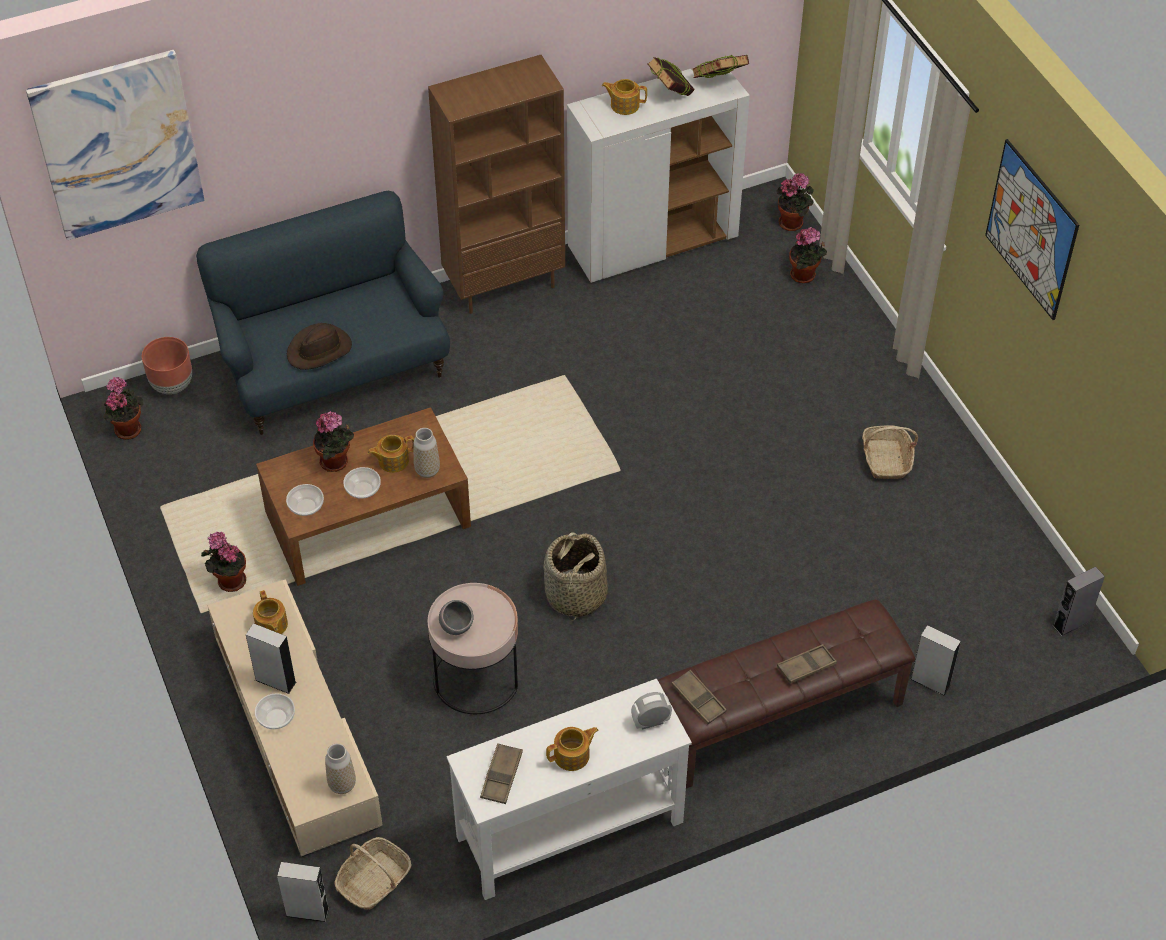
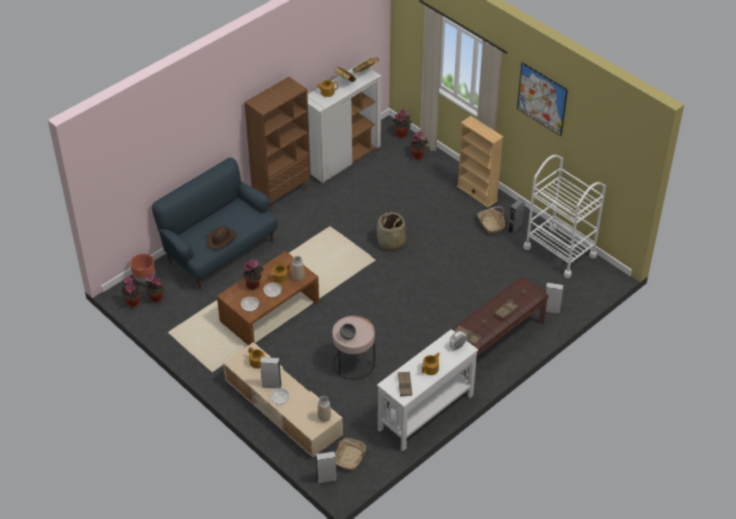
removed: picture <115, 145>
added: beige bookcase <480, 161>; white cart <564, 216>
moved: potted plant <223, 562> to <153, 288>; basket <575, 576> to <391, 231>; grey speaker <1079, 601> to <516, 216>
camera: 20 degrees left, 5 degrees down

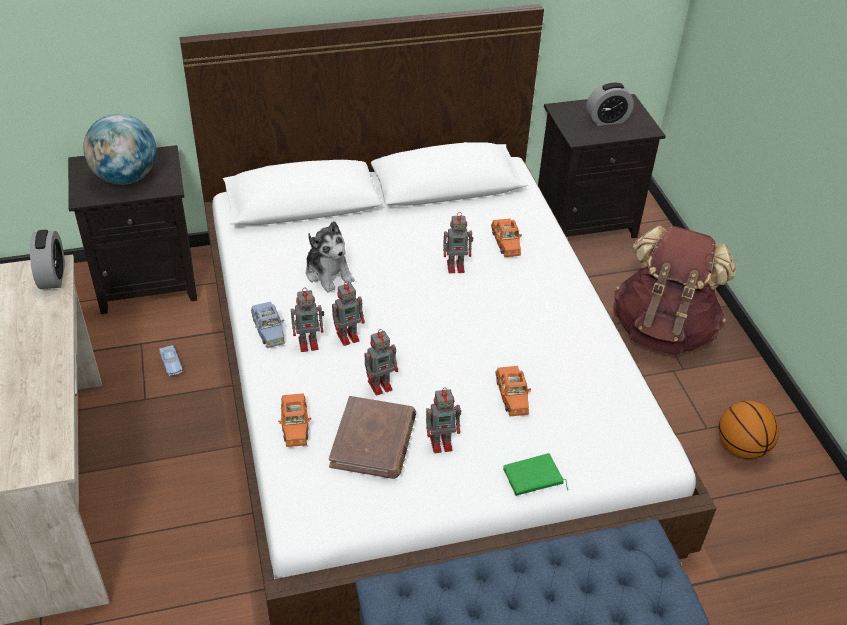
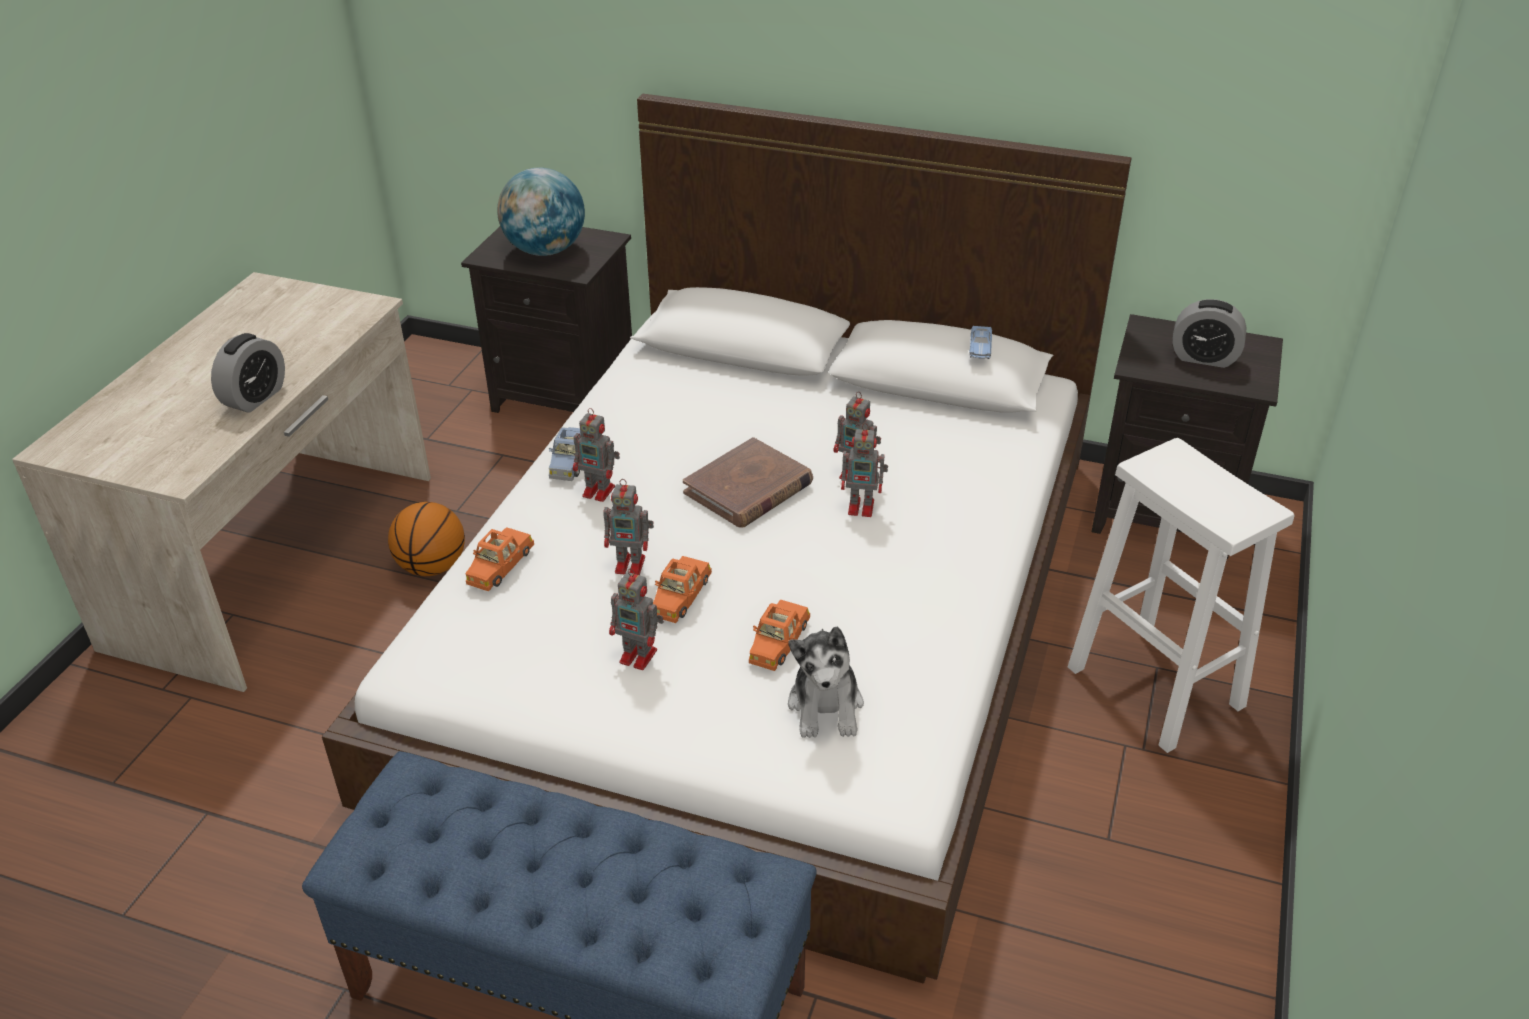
removed: green book <535, 474>
moved: alarm clock <47, 259> to <248, 373>; blue toy car <171, 360> to <981, 342>; plush toy <330, 257> to <826, 682>; brown book <372, 437> to <748, 482>; toy robot <348, 313> to <864, 470>; orange toy car <506, 237> to <682, 589>; basketball <749, 430> to <426, 539>
replaced: brown backpack <674, 290> to white stool <1181, 595>
camera: 35 degrees right, 5 degrees down

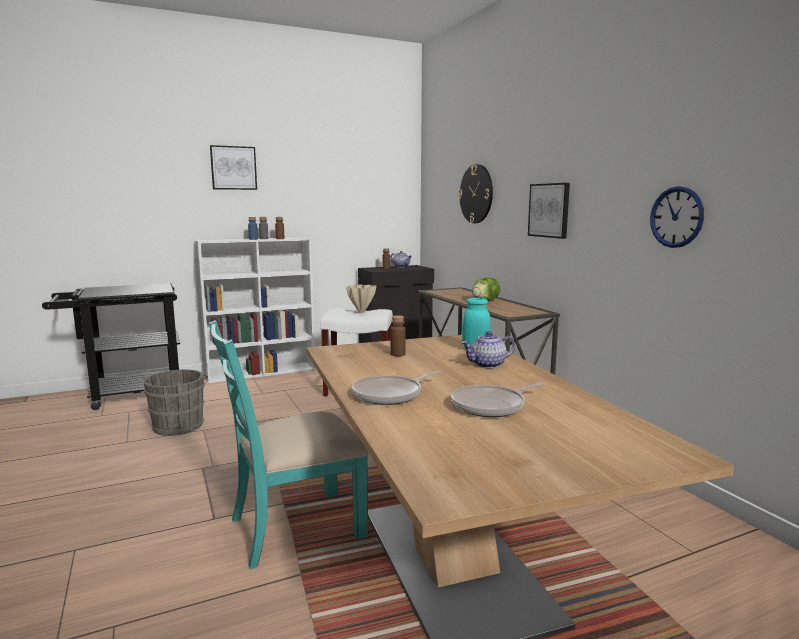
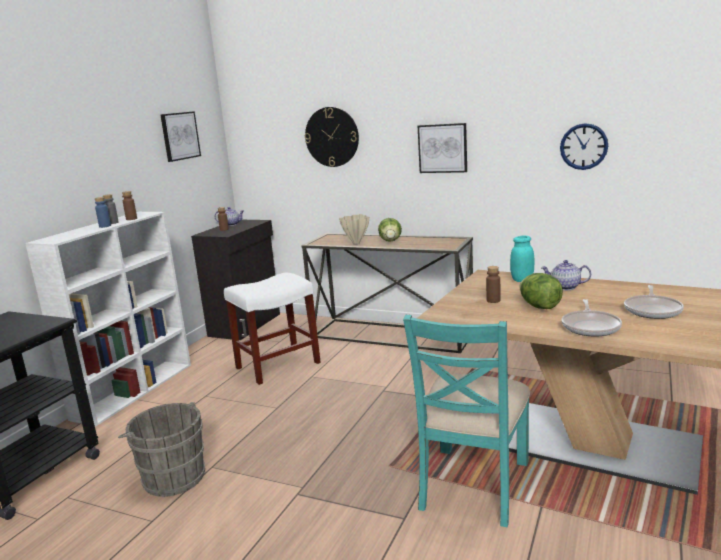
added: lettuce <541, 291>
moved: picture <233, 167> to <180, 136>; beige vase <361, 298> to <354, 229>
turned: teapot <488, 349> = <566, 275> 75 degrees clockwise
camera: 40 degrees left, 5 degrees up

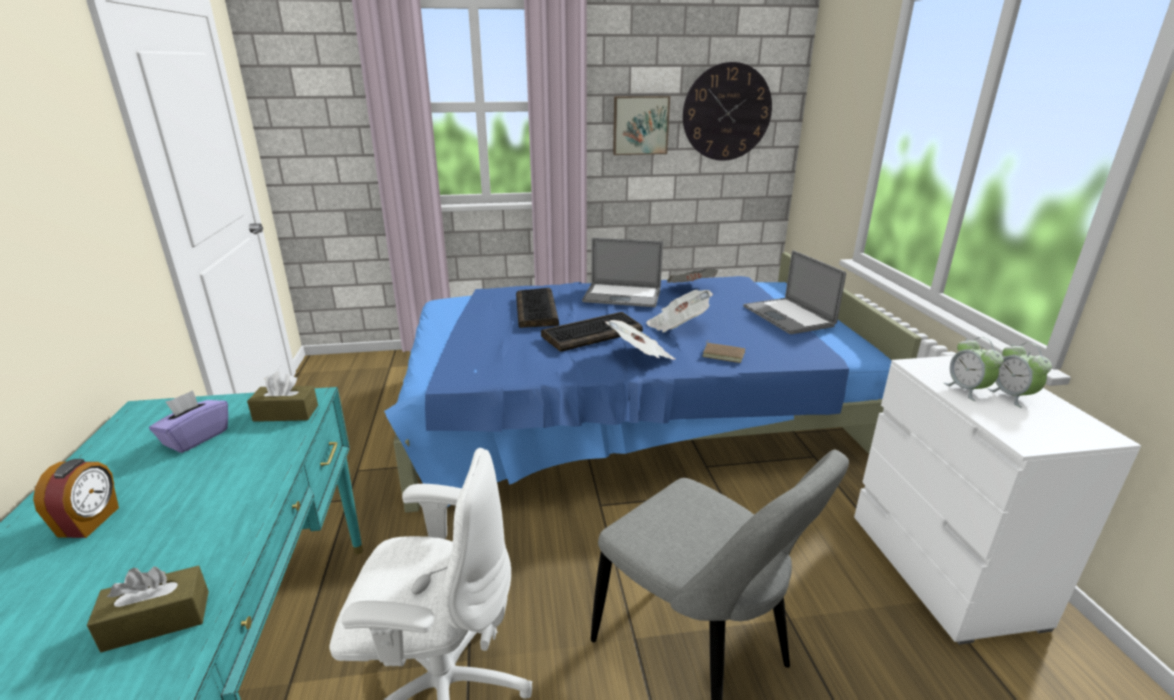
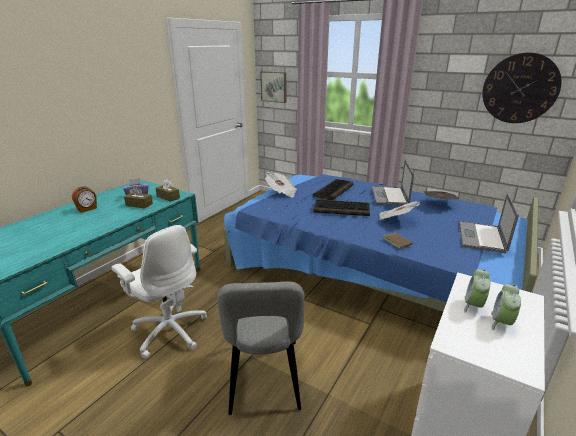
moved: brown tissue box <148, 609> to <138, 197>; newspaper <640, 339> to <281, 184>; picture <641, 125> to <273, 87>
turned: laptop <622, 272> = <393, 182> 45 degrees clockwise
camera: 40 degrees right, 0 degrees up

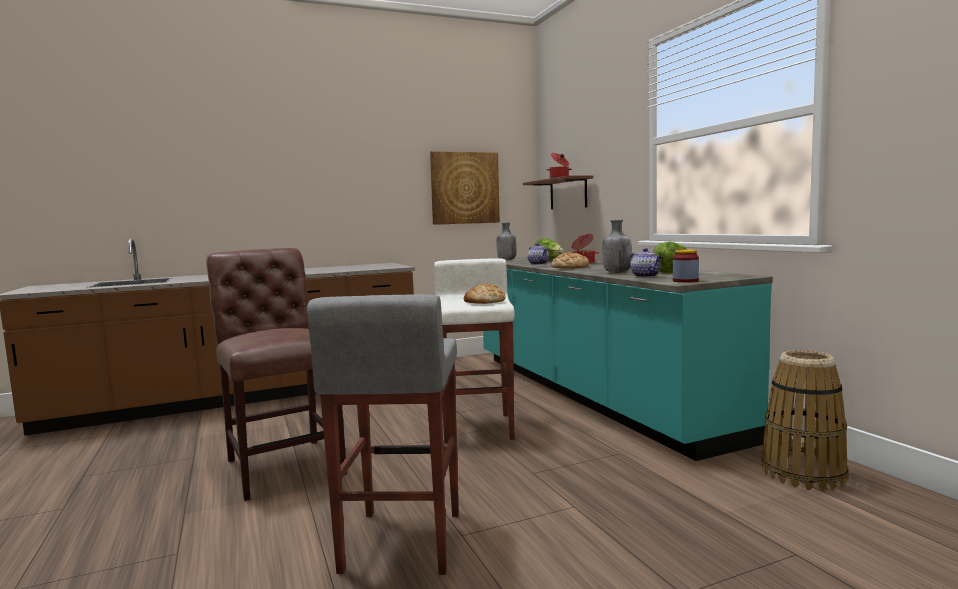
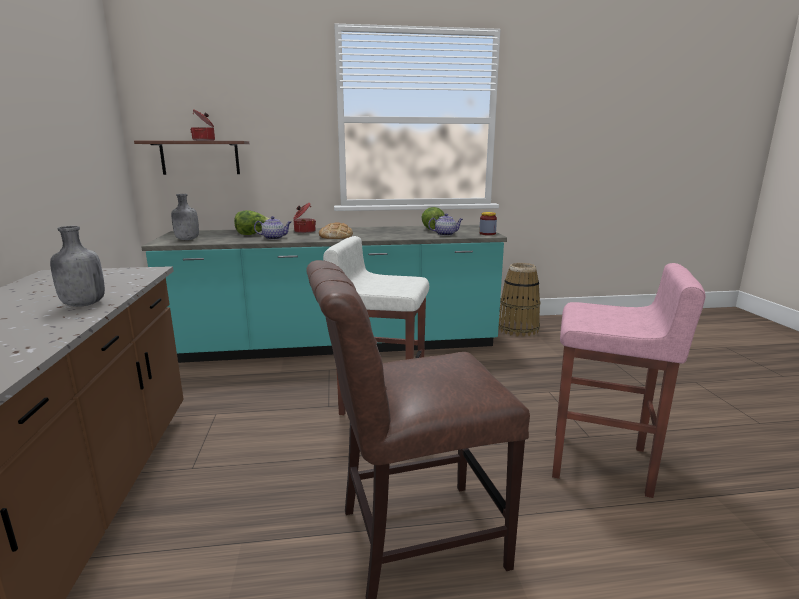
removed: picture <465, 188>; bread <485, 294>
moved: grey bottle <617, 246> to <77, 266>
recoloured: grey stool <383, 434> to pink stool <628, 380>
camera: 75 degrees left, 10 degrees up

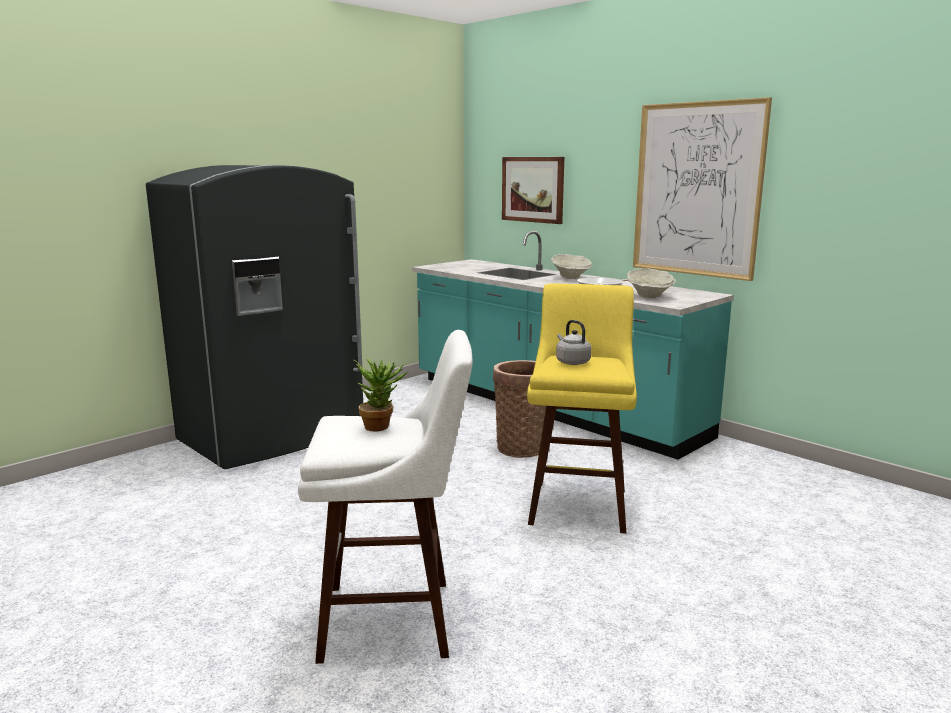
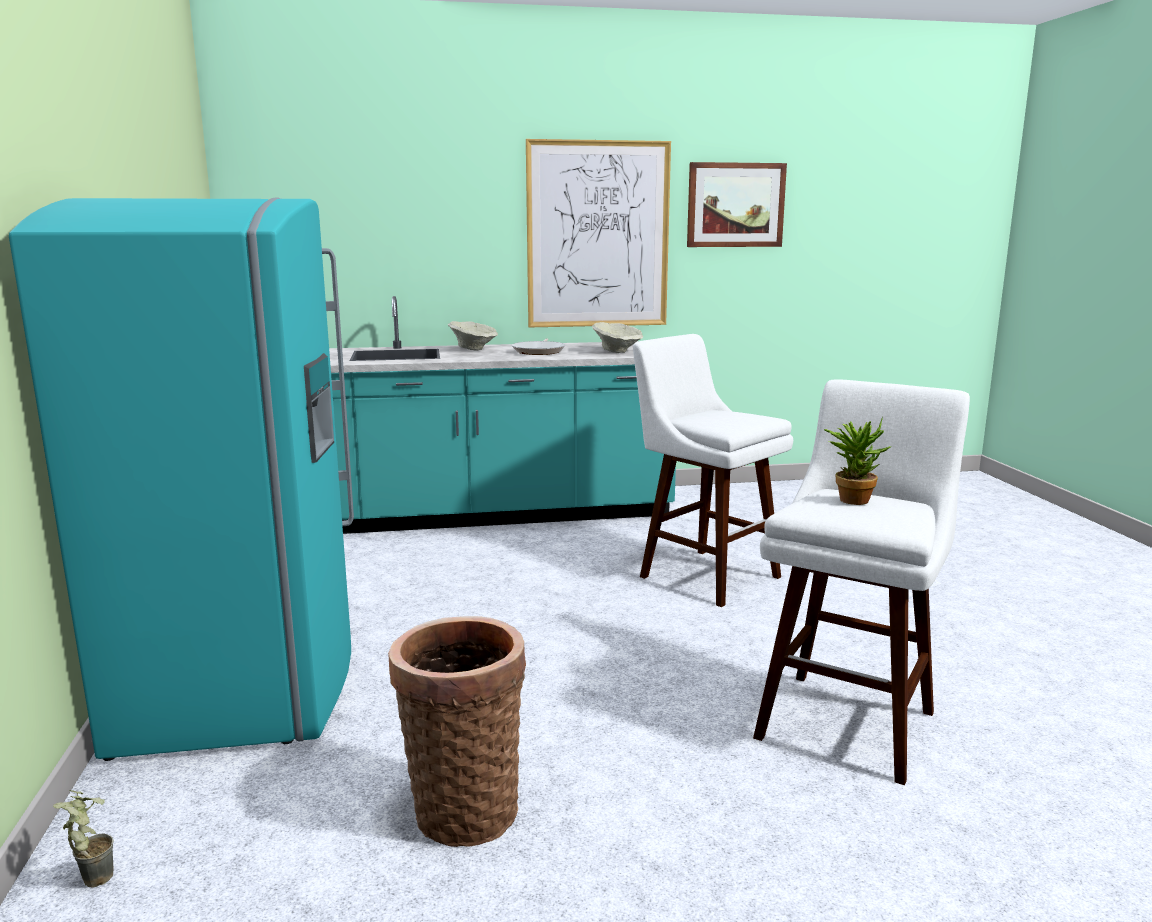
removed: grey kettle <573, 342>
added: potted plant <83, 838>
moved: basket <519, 409> to <457, 731>; picture <533, 190> to <737, 204>
recoloured: grey fridge <254, 317> to turquoise fridge <181, 479>; yellow stool <582, 409> to white stool <713, 470>
camera: 55 degrees left, 0 degrees up

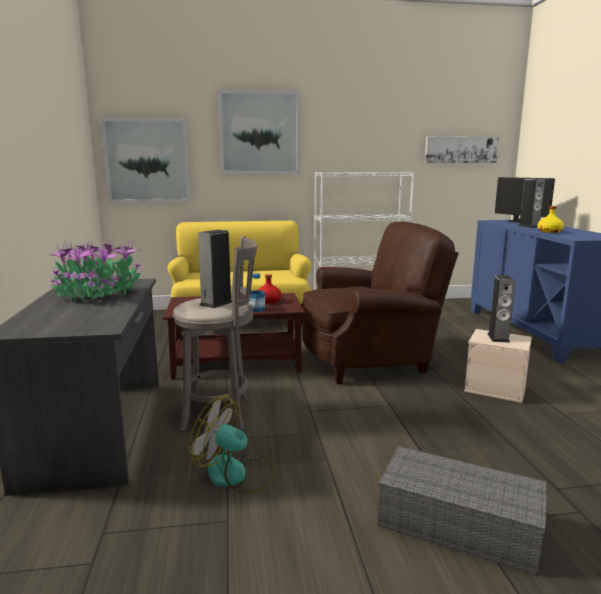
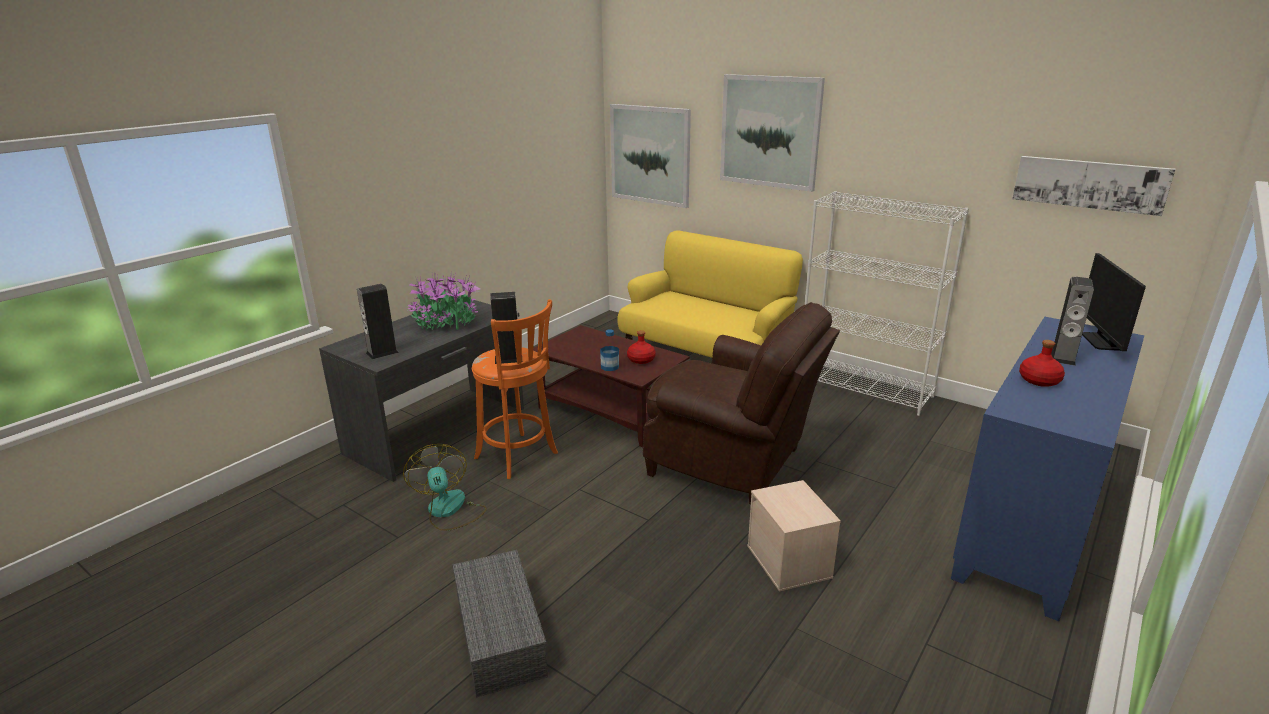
moved: speaker <501, 309> to <378, 321>
recoloured: grey stool <215, 334> to orange stool <515, 389>; yellow bottle <551, 219> to red bottle <1042, 363>
camera: 45 degrees right, 10 degrees up

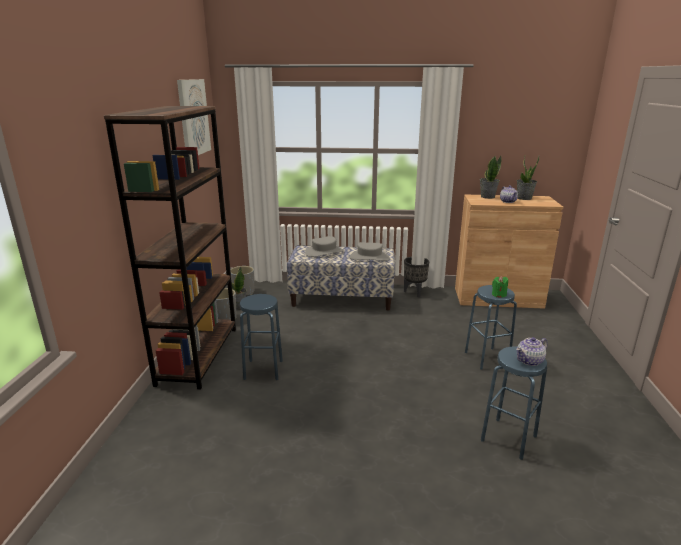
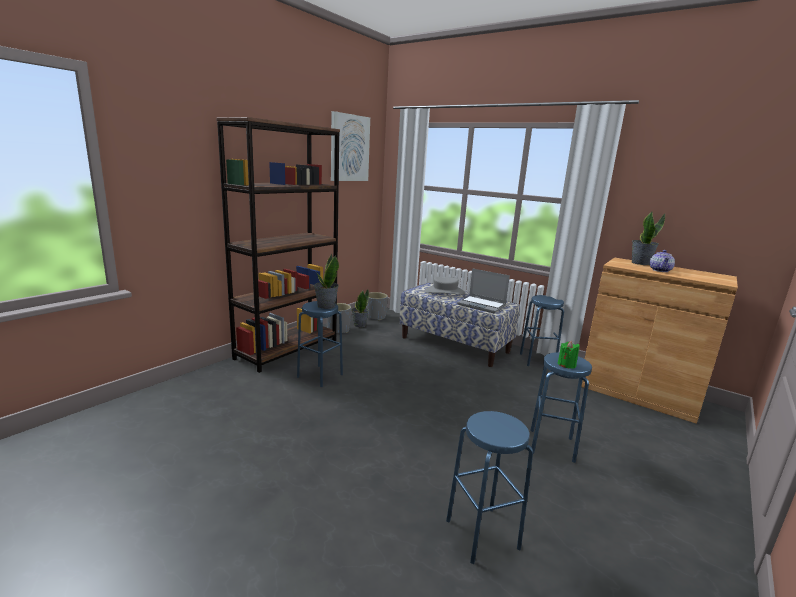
removed: teapot <532, 351>
moved: potted plant <528, 178> to <326, 281>
replaced: grey hat <369, 251> to laptop <483, 290>; black planter <416, 277> to blue stool <542, 330>
camera: 30 degrees right, 5 degrees down

